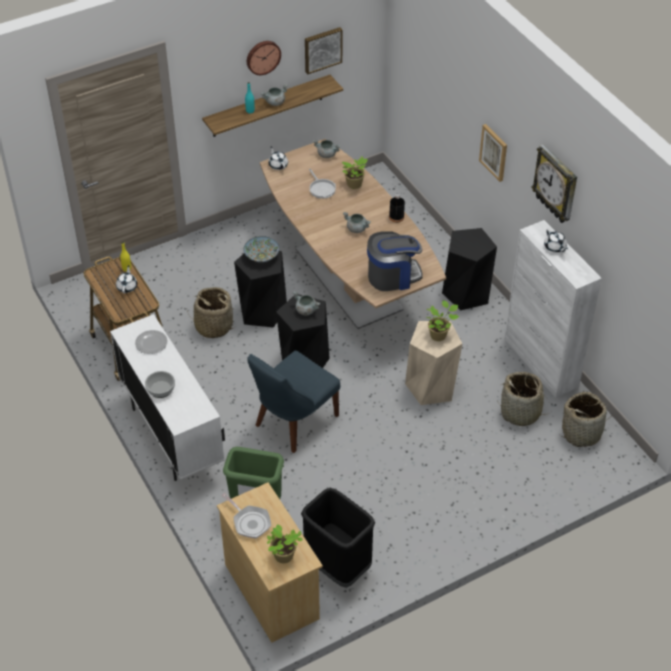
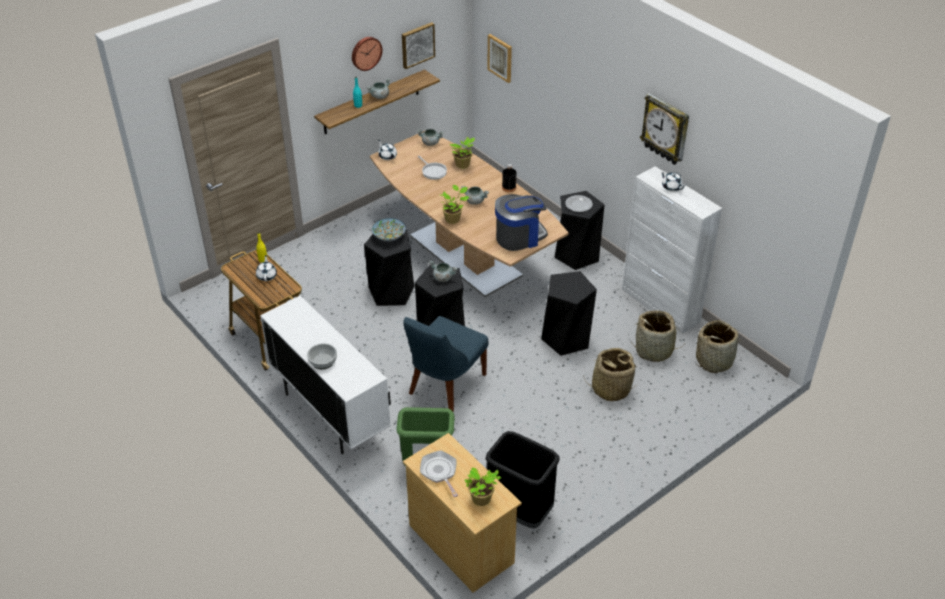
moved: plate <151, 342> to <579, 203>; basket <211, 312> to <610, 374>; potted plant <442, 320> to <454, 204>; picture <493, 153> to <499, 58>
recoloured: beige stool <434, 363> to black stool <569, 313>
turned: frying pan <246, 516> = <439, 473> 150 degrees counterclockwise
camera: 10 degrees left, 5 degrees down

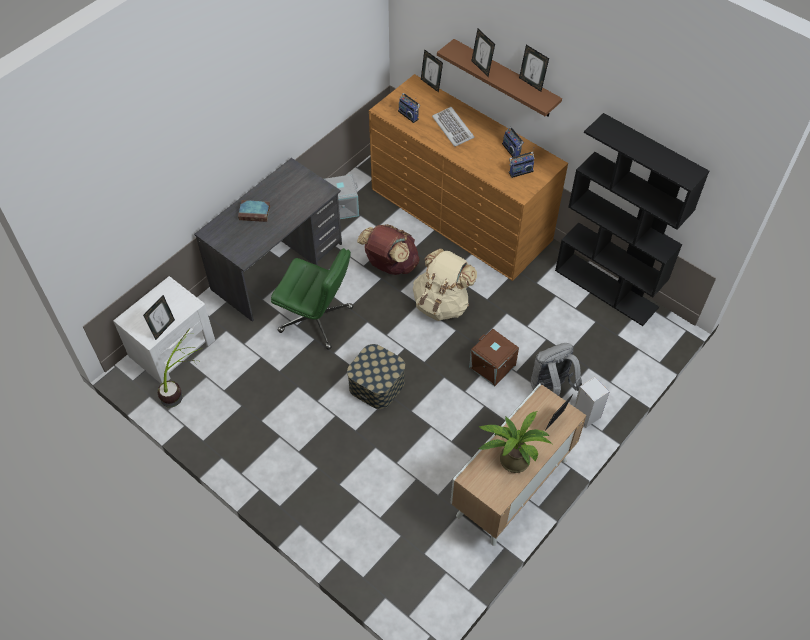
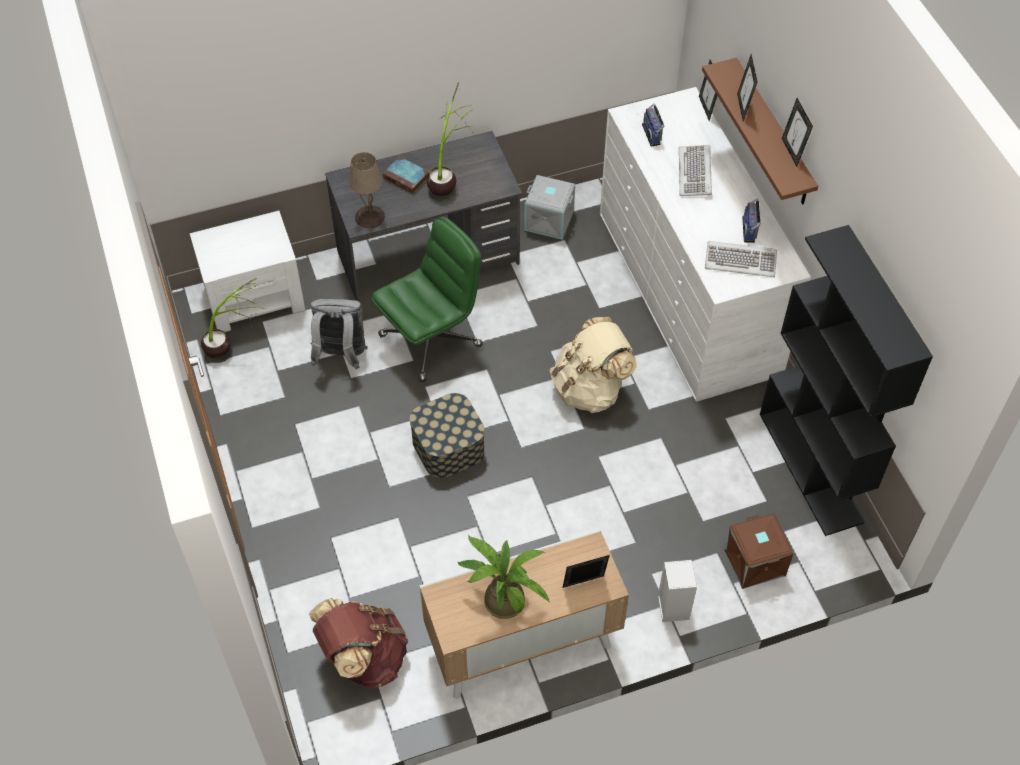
removed: picture frame <159, 317>
added: beige table lamp <367, 190>; potted plant <450, 142>
moved: brown backpack <388, 249> to <358, 643>; brown storage box <494, 357> to <758, 551>; grey backpack <556, 369> to <339, 334>
replaced: radio <522, 162> to keyboard <741, 259>
recoloured: brown dresser <468, 177> to white dresser <705, 244>
turned: green office chair <312, 299> = <427, 299> 90 degrees counterclockwise
camera: 30 degrees right, 0 degrees up

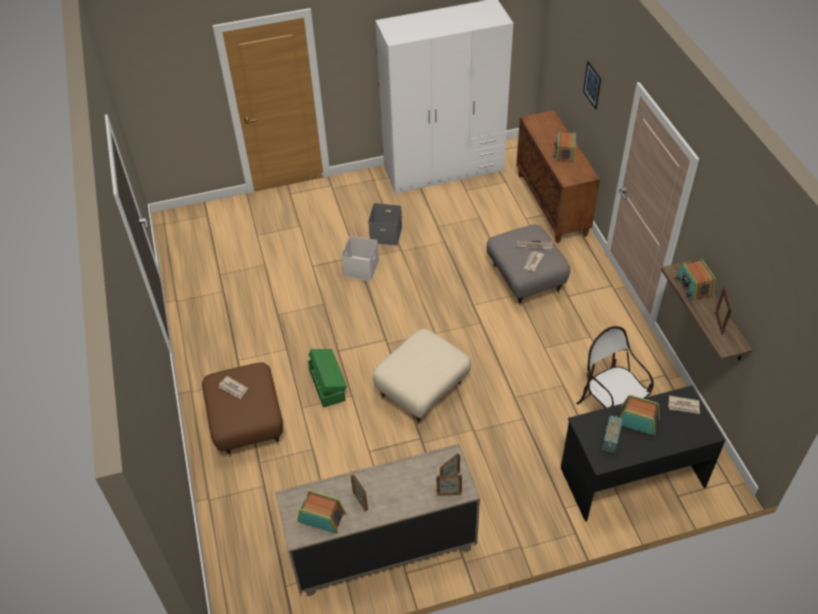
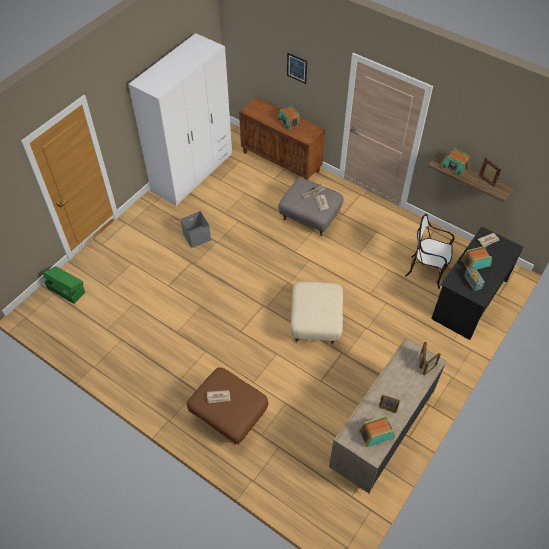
removed: white storage box <360, 258>
moved: green storage box <327, 378> to <64, 285>
camera: 40 degrees left, 5 degrees up

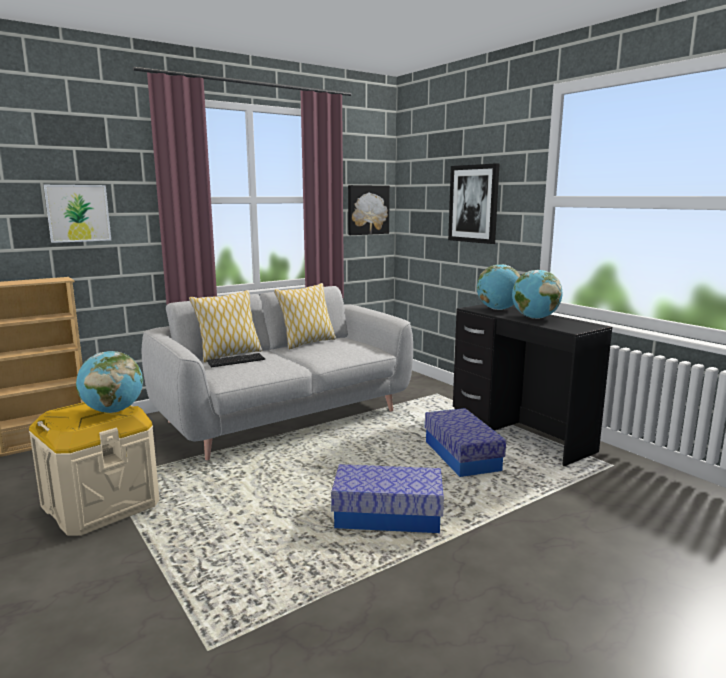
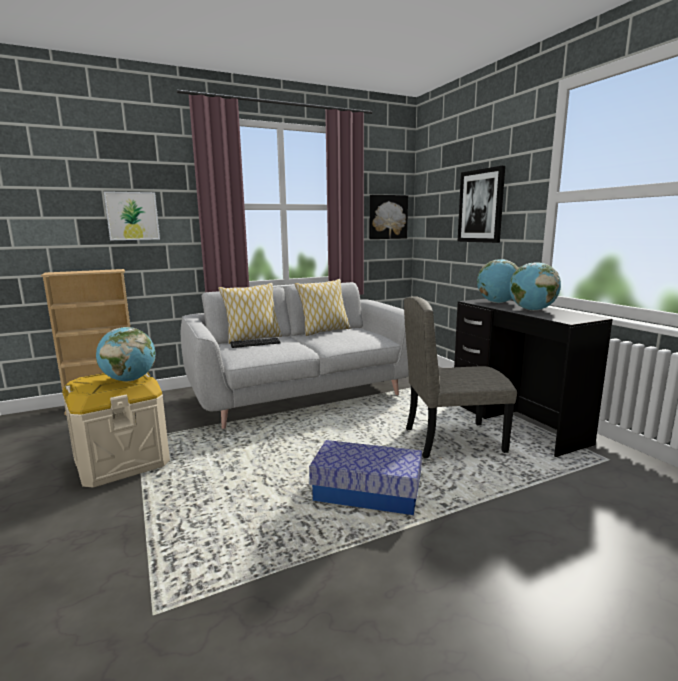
replaced: storage box <465, 442> to beige chair <460, 377>
camera: 10 degrees right, 0 degrees up

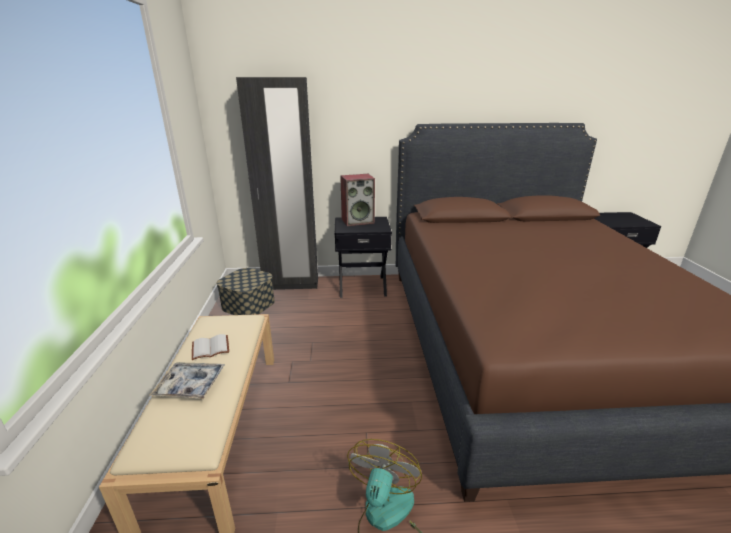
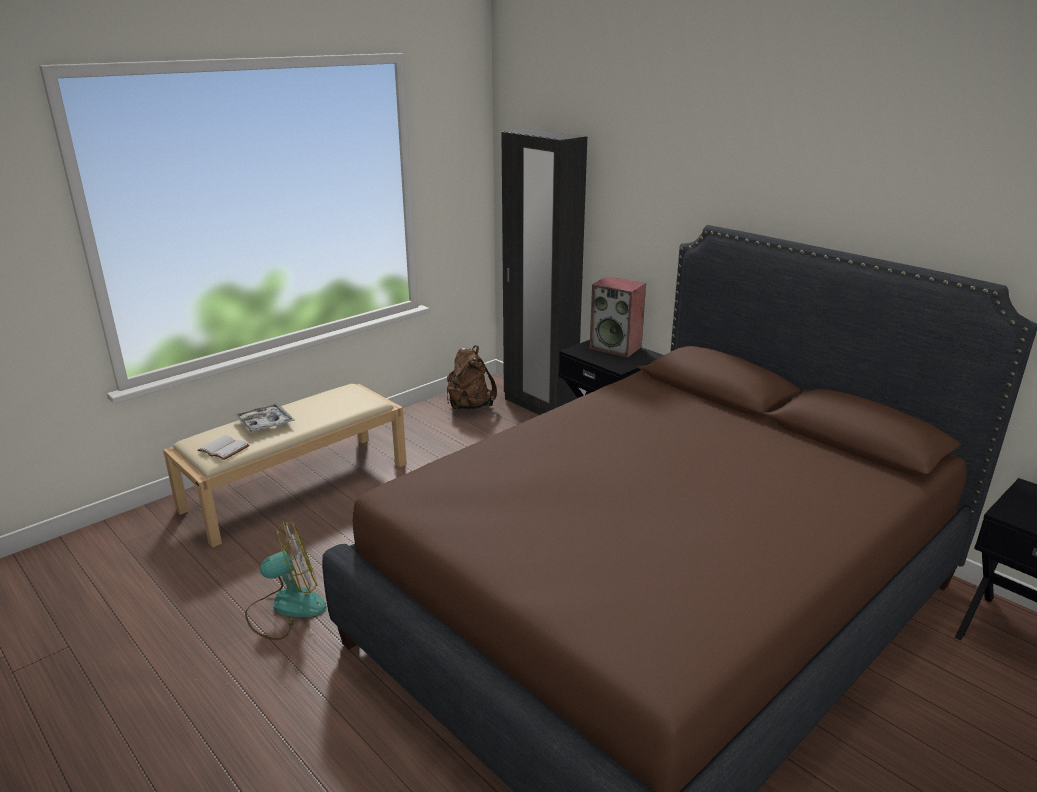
moved: white book <210, 347> to <224, 447>
replaced: storage box <245, 291> to brown backpack <472, 378>
camera: 50 degrees right, 0 degrees up

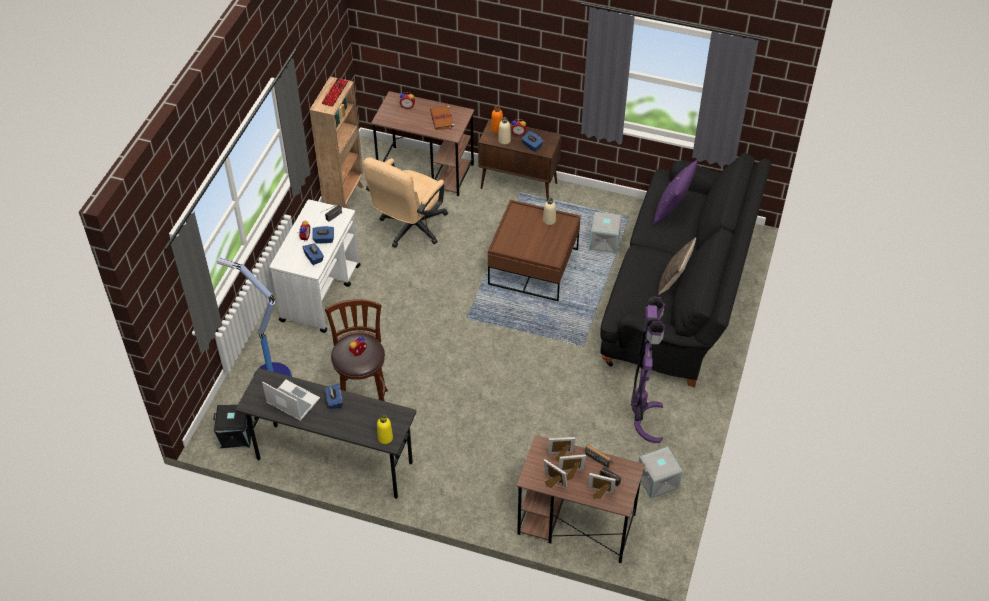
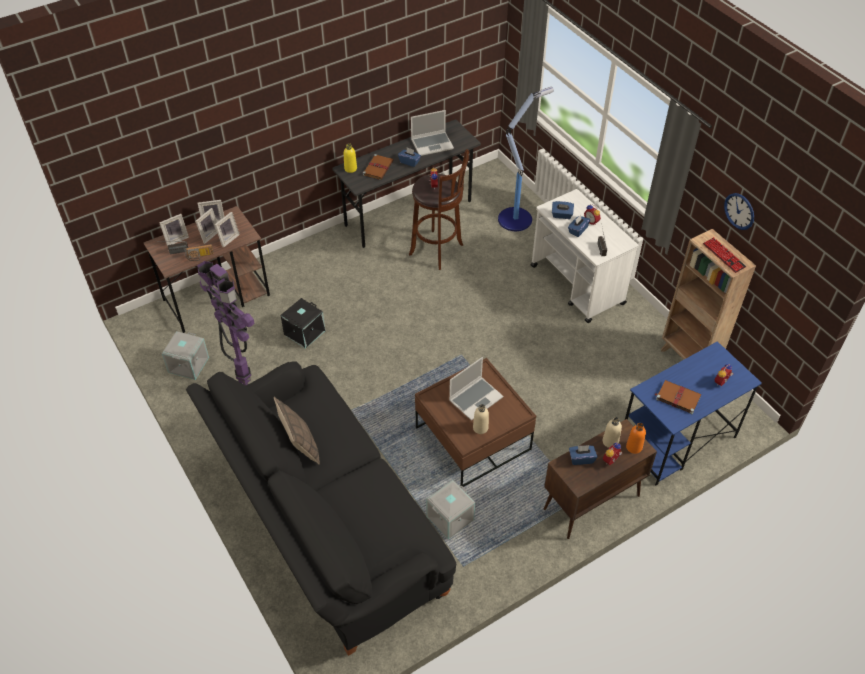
removed: beige office chair <405, 202>; purple pillow <675, 192>
added: brown book <378, 167>; laptop <476, 389>; wall clock <739, 211>
moved: black storage box <233, 427> to <303, 323>
recoloured: brown desk <423, 143> to blue desk <693, 413>
camera: 130 degrees right, 0 degrees up

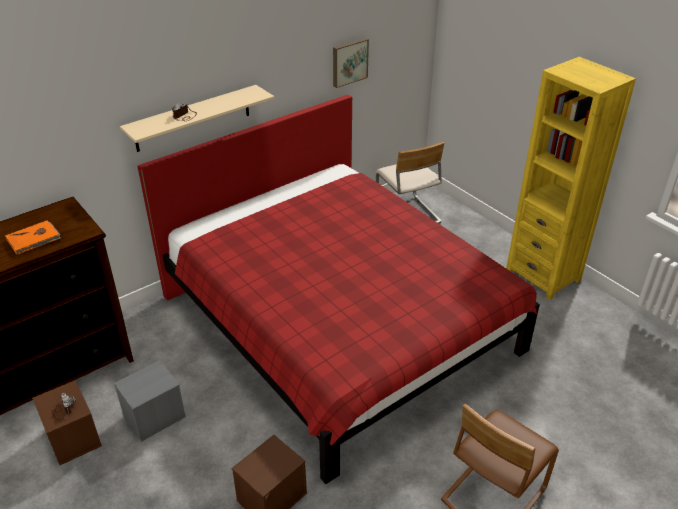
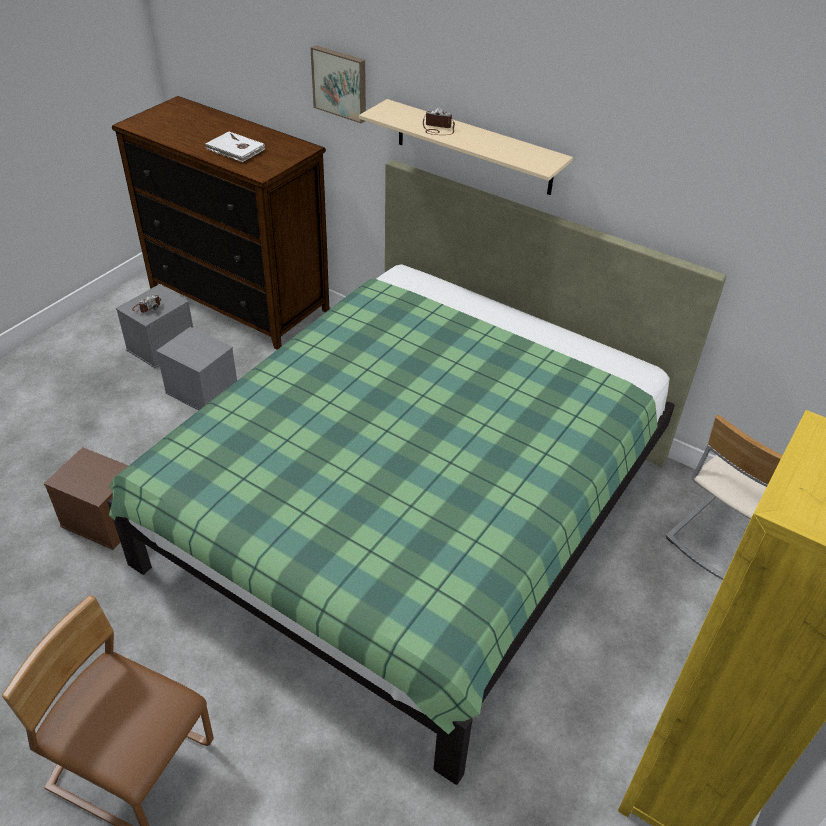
moved: picture <351, 63> to <338, 84>
recoloured: orange book <33, 238> to white book <235, 146>; brown storage box <67, 422> to grey storage box <154, 326>; red bed <338, 289> to green bed <417, 472>
camera: 70 degrees right, 5 degrees up

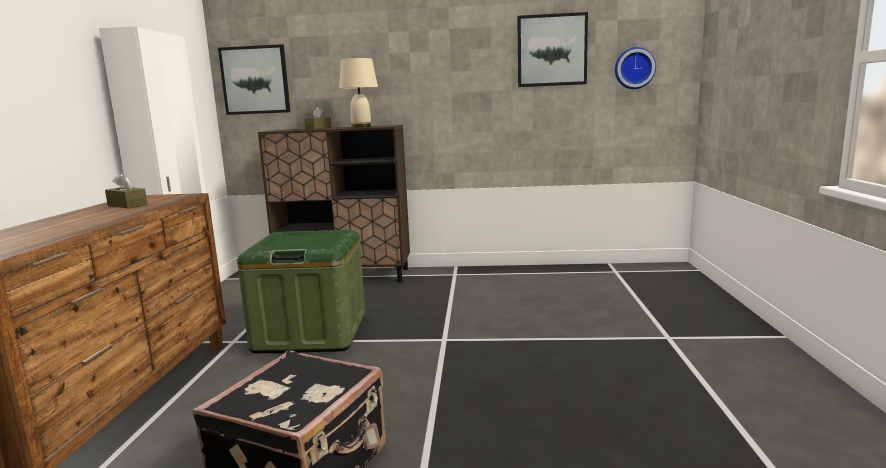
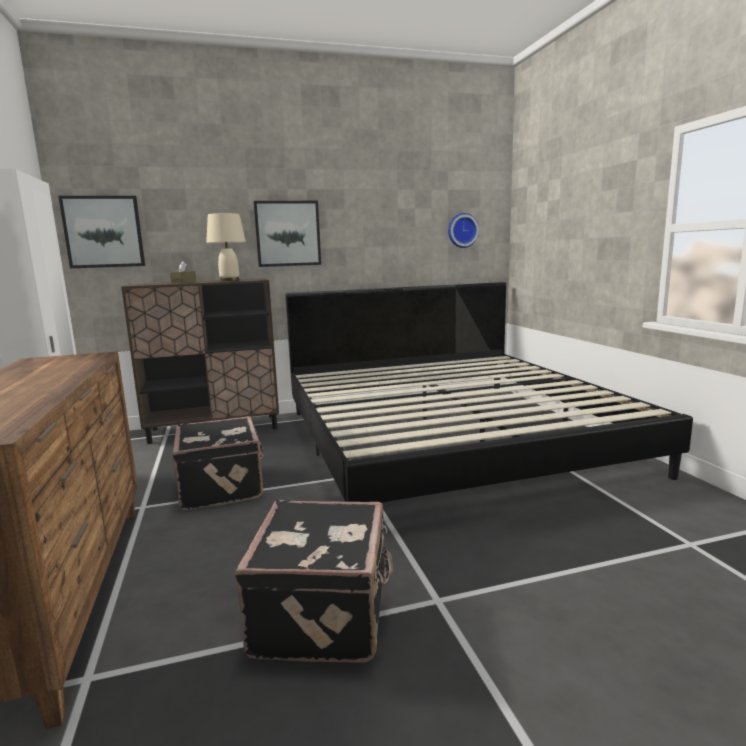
removed: brown tissue box <126, 190>
added: bed <489, 392>
moved: picture <552, 49> to <287, 234>
replaced: green storage box <301, 291> to black suitcase <217, 463>
camera: 20 degrees left, 0 degrees up

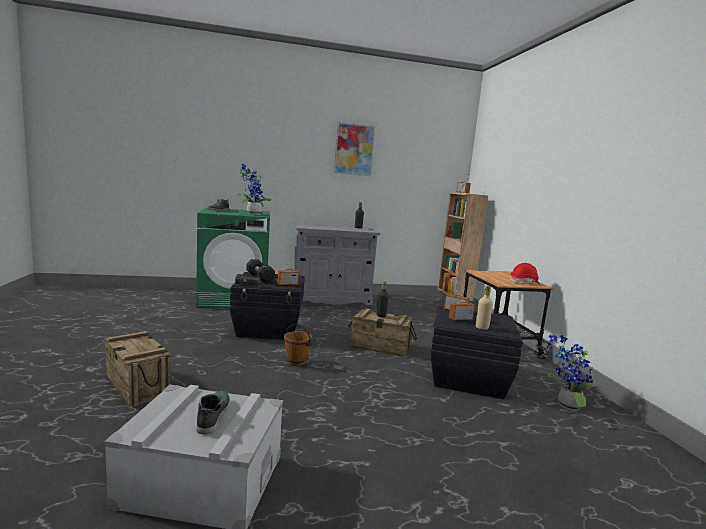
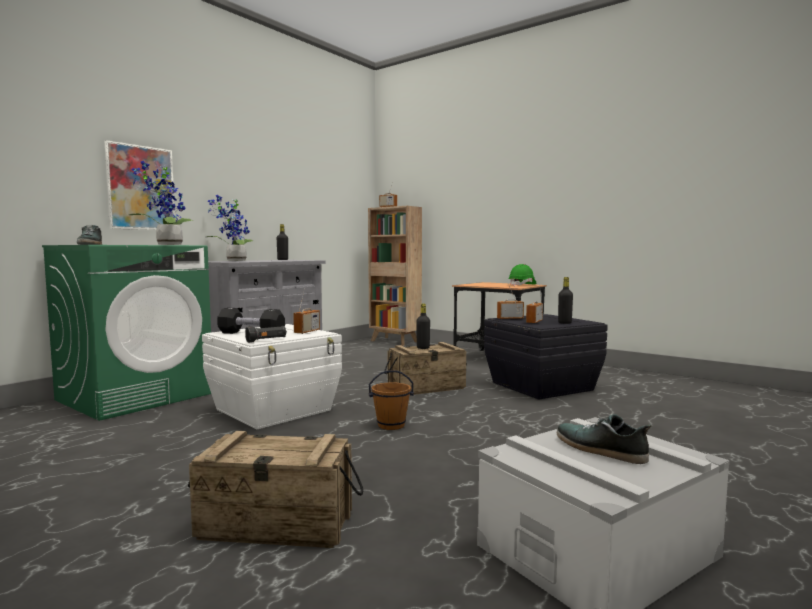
moved: picture <355, 149> to <139, 185>; potted plant <566, 373> to <230, 228>
recoloured: black storage box <267, 306> to white storage box <272, 377>; beige bottle <484, 308> to black bottle <565, 300>; red hard hat <525, 274> to green hard hat <523, 275>
camera: 40 degrees left, 5 degrees down

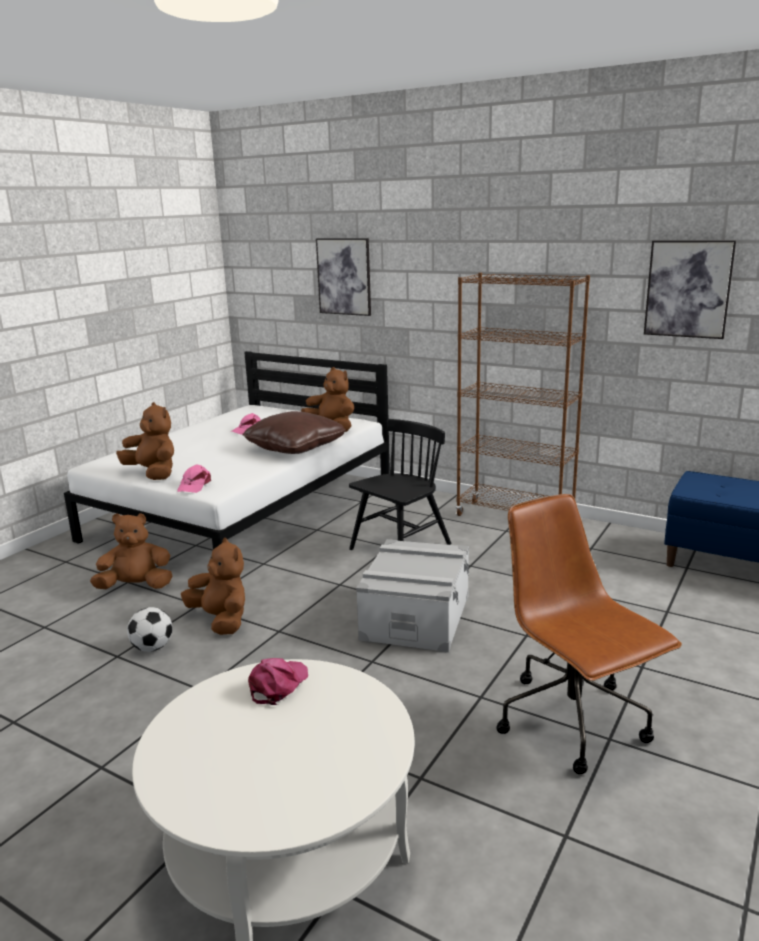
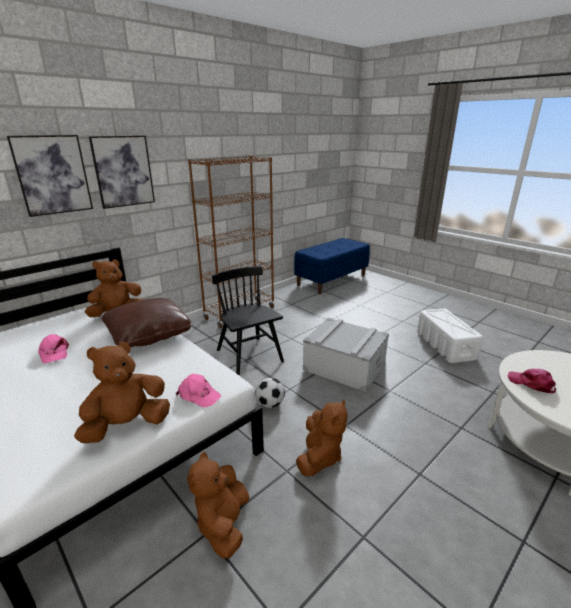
moved: football <150, 629> to <270, 393>; picture <690, 289> to <122, 172>
replaced: brown office chair <589, 634> to white storage box <450, 336>
turned: brown plush toy <213, 586> = <322, 437> 135 degrees clockwise
camera: 75 degrees left, 5 degrees up

